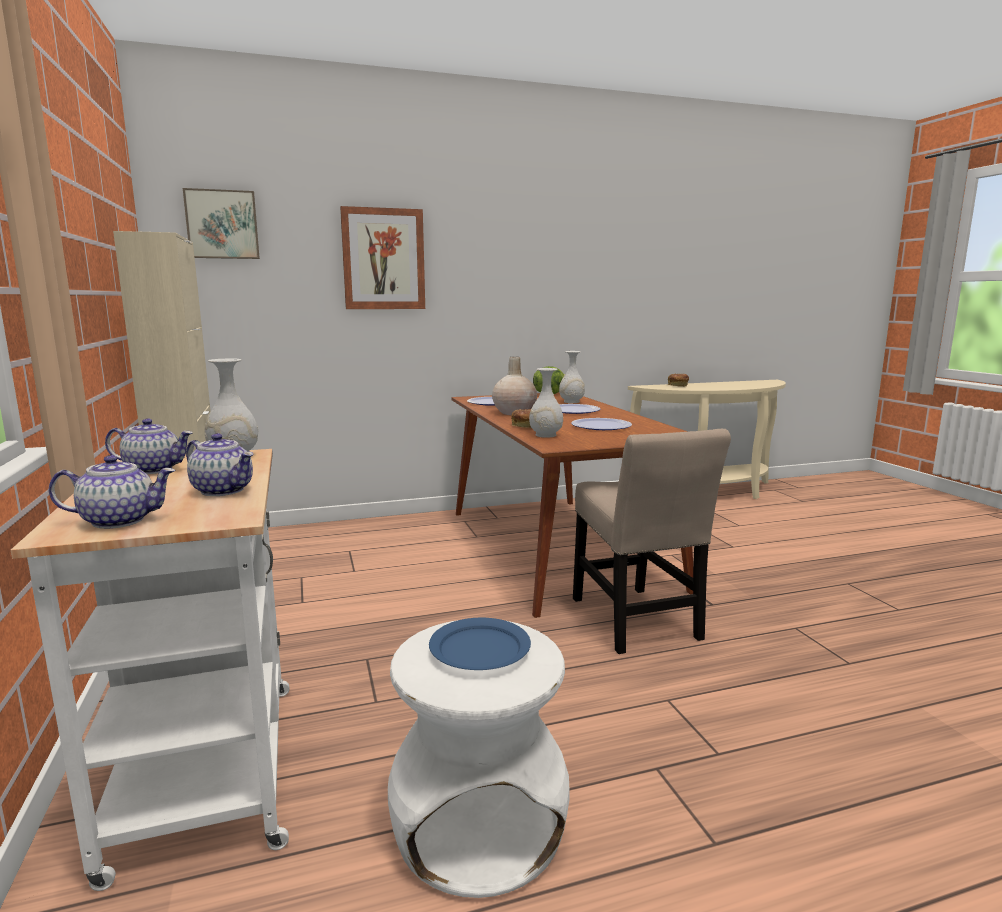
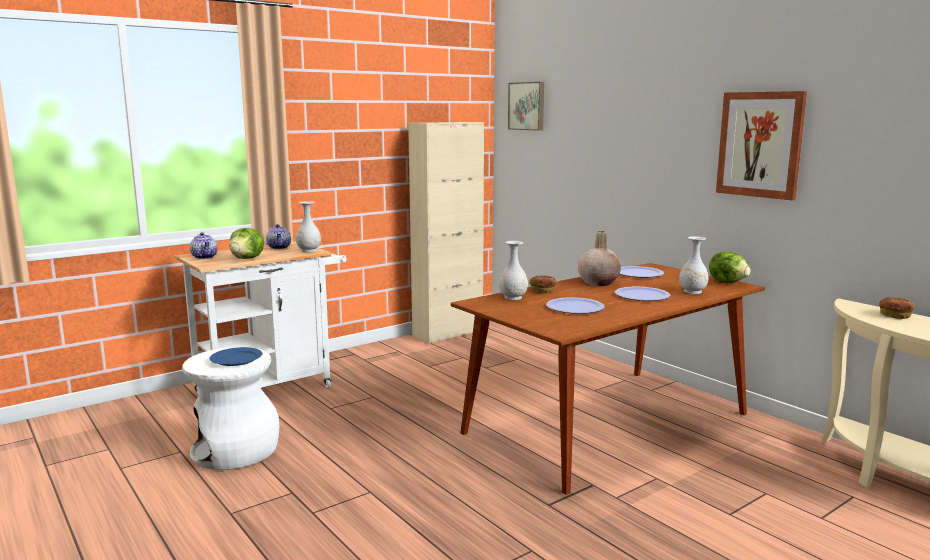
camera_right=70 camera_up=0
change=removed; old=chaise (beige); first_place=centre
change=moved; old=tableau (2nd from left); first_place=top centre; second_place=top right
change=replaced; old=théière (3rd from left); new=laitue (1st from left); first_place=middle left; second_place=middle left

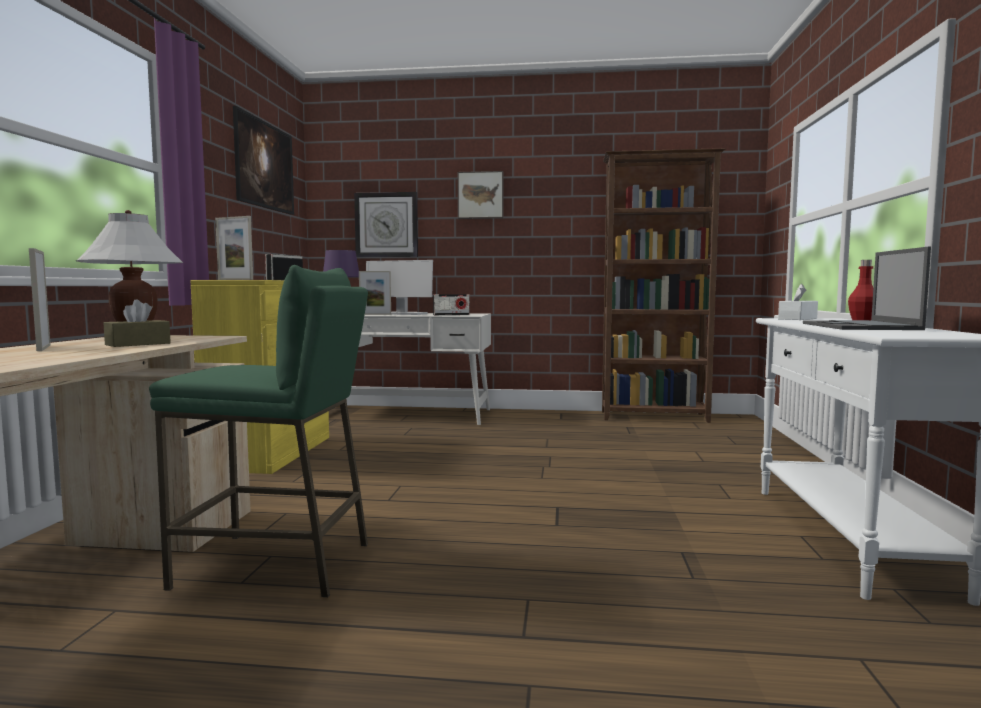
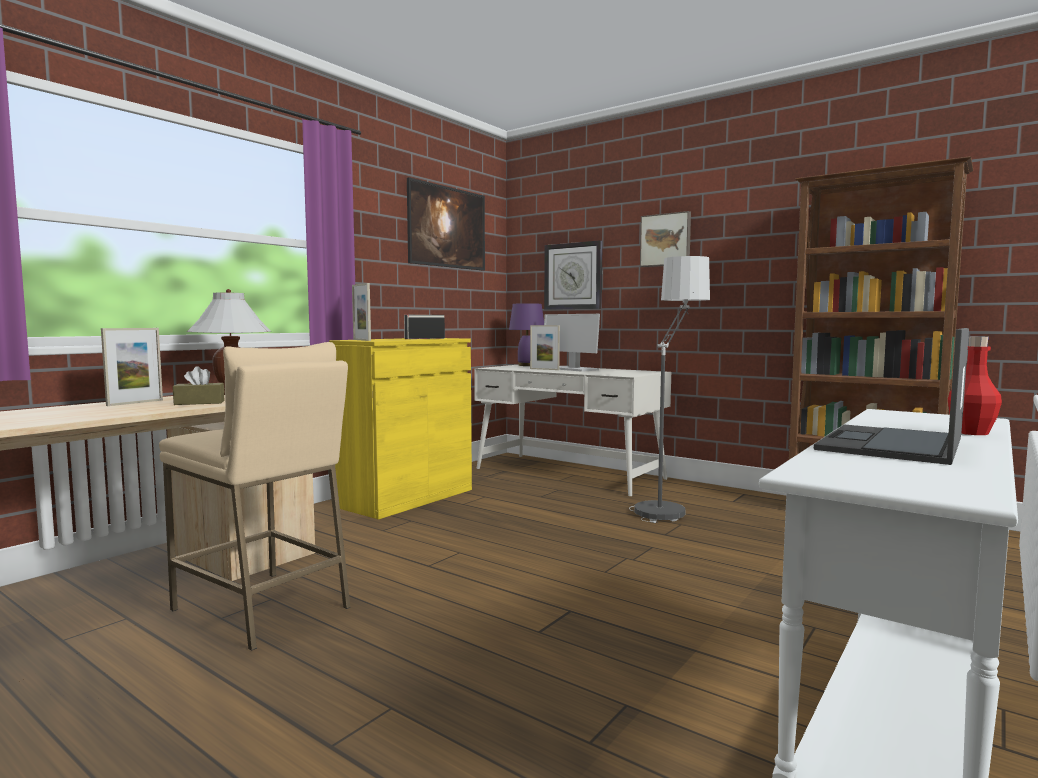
camera_right=30 camera_up=0
change=removed; old=radio (2nd from left); first_place=centre
change=removed; old=boîte à mouchoirs (blanc); first_place=middle right
change=added; new=lampadaire; second_place=centre
change=recoloured; old=tabouret (vert); new=tabouret (beige); first_place=middle left; second_place=middle left
change=turned; old=cadre photo (1st from left); first_place=middle left; second_place=middle left; degrees=-150

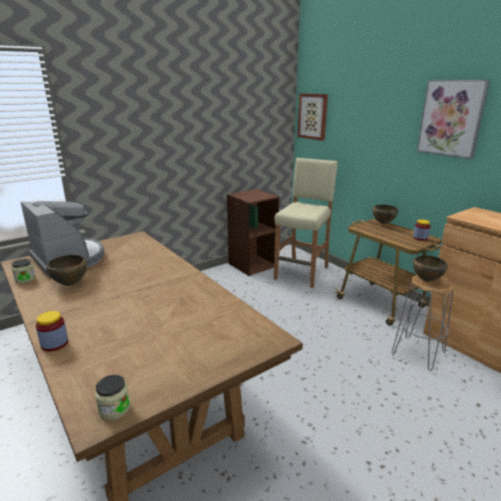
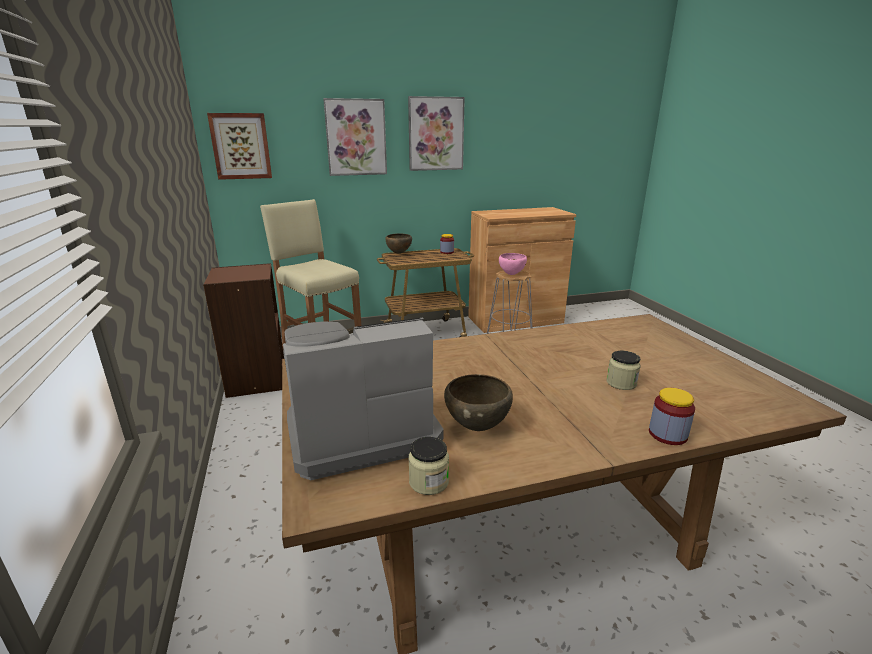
camera_right=-70 camera_up=0
change=added; new=tableau (2nd from left); second_place=top centre
change=moved; old=bocal (3rd from left); first_place=bottom left; second_place=middle right
change=recoloured; old=bol (marron) (3rd from left); new=bol (rose); first_place=middle right; second_place=centre

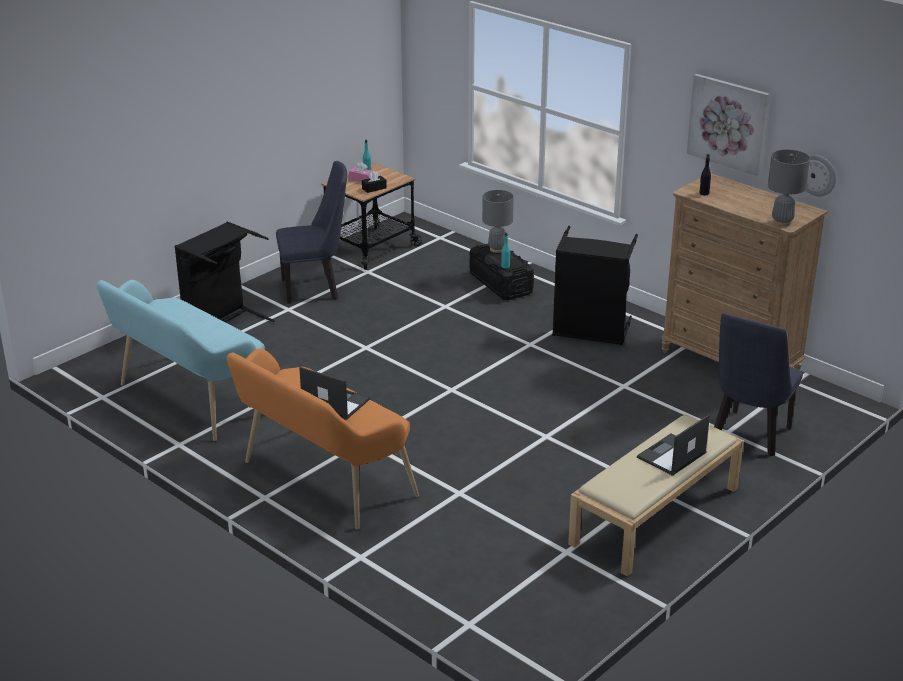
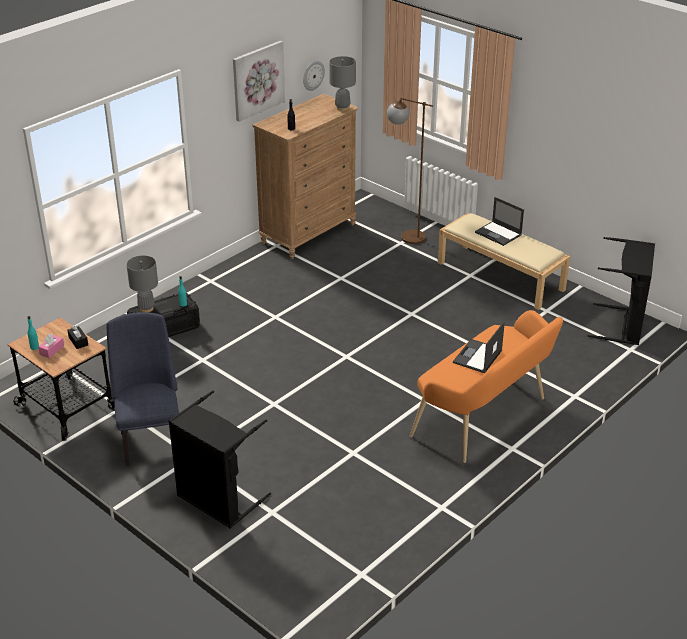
camera_right=-90 camera_up=5
change=removed; old=banc (turquoise); first_place=middle left
change=moved; old=panier à linge (noir) (2nd from left); first_place=centre; second_place=middle right
change=replaced; old=chaise (bleu) (2nd from left); new=lampadaire (marron); first_place=middle right; second_place=top centre

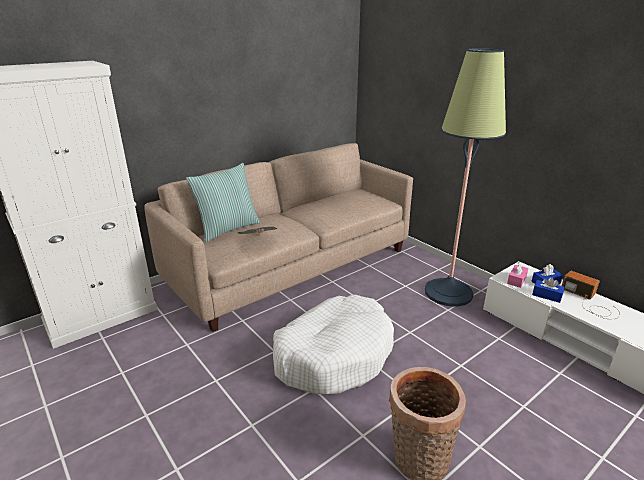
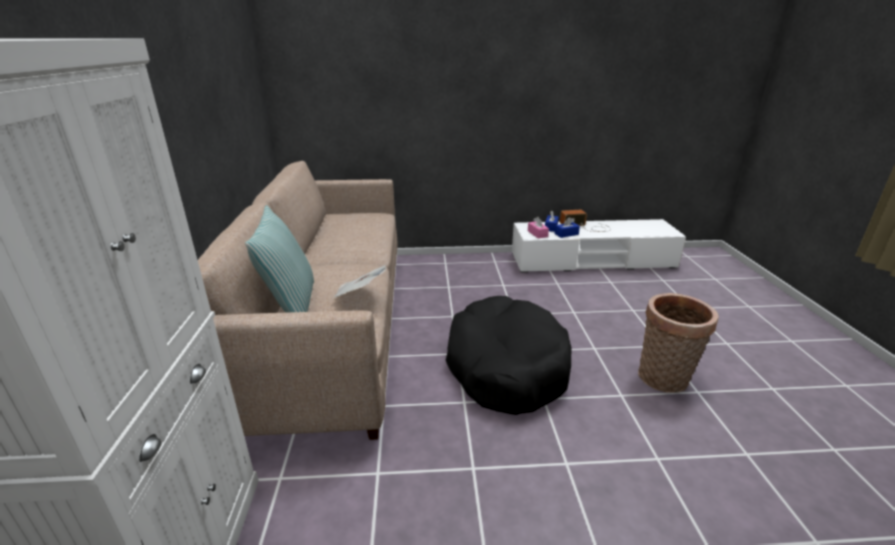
camera_right=-55 camera_up=0
change=removed; old=lampadaire; first_place=middle right
change=recoloured; old=panier pour chien (blanc); new=panier pour chien (noir); first_place=bottom centre; second_place=centre

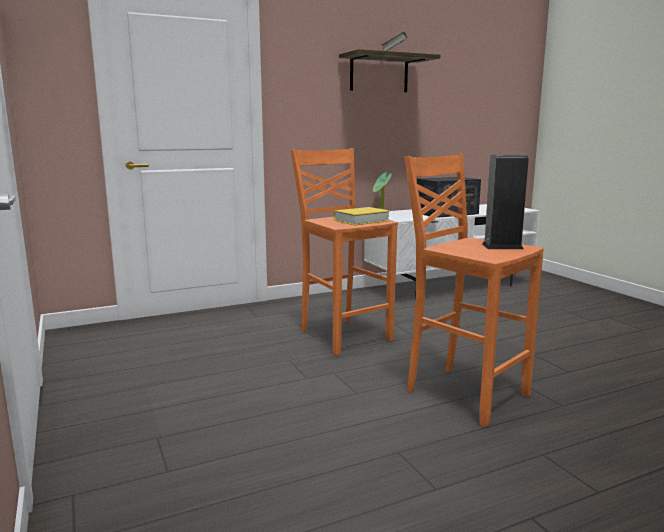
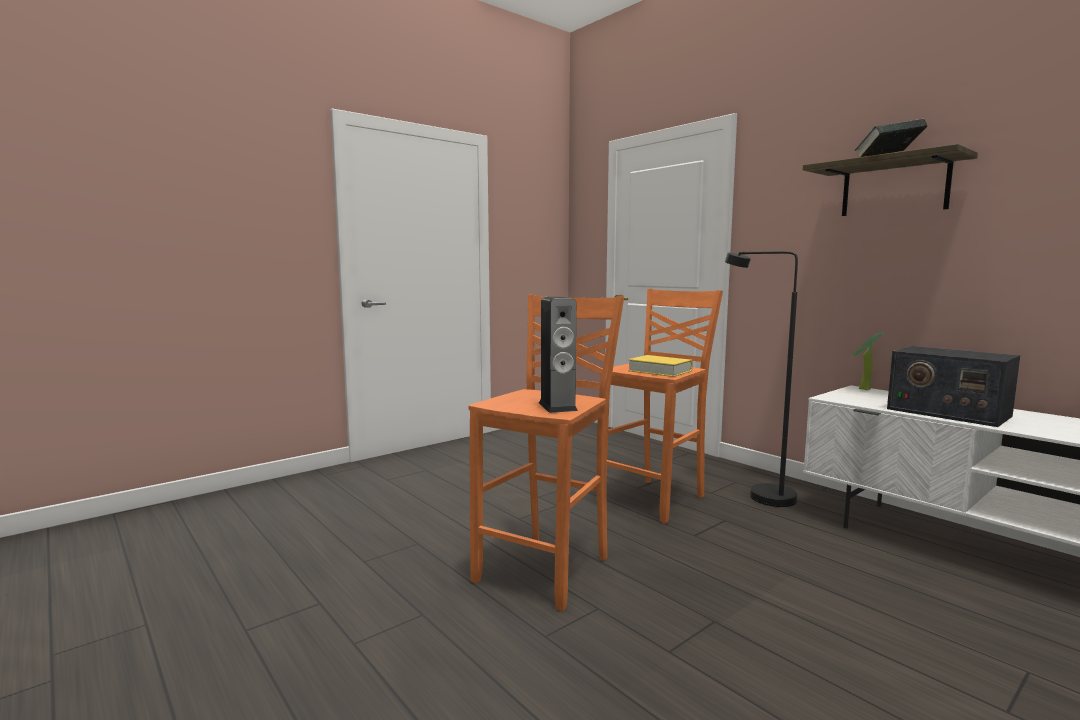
camera_right=75 camera_up=-5
change=added; new=lampadaire (noir); second_place=middle right

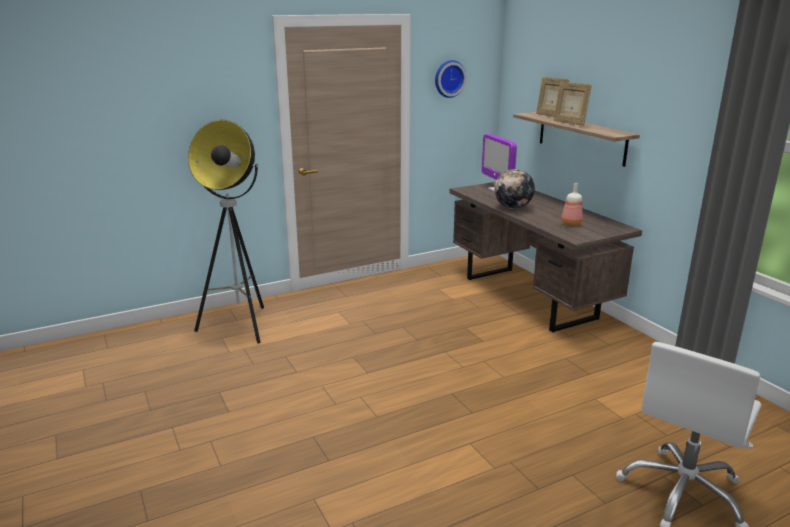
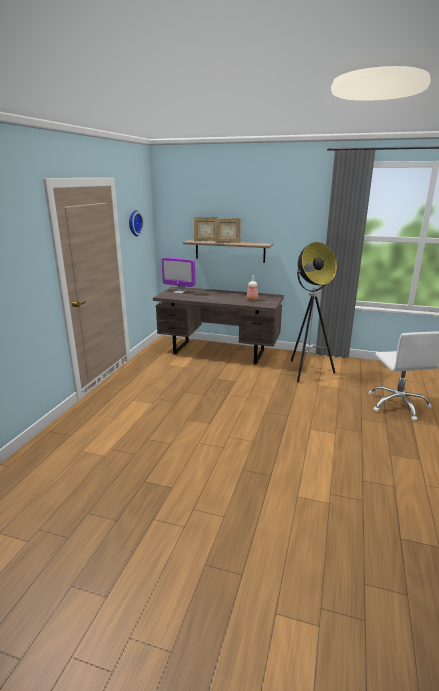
camera_right=-45 camera_up=0
change=removed; old=globe; first_place=centre
change=moved; old=lampadaire; first_place=middle left; second_place=middle right

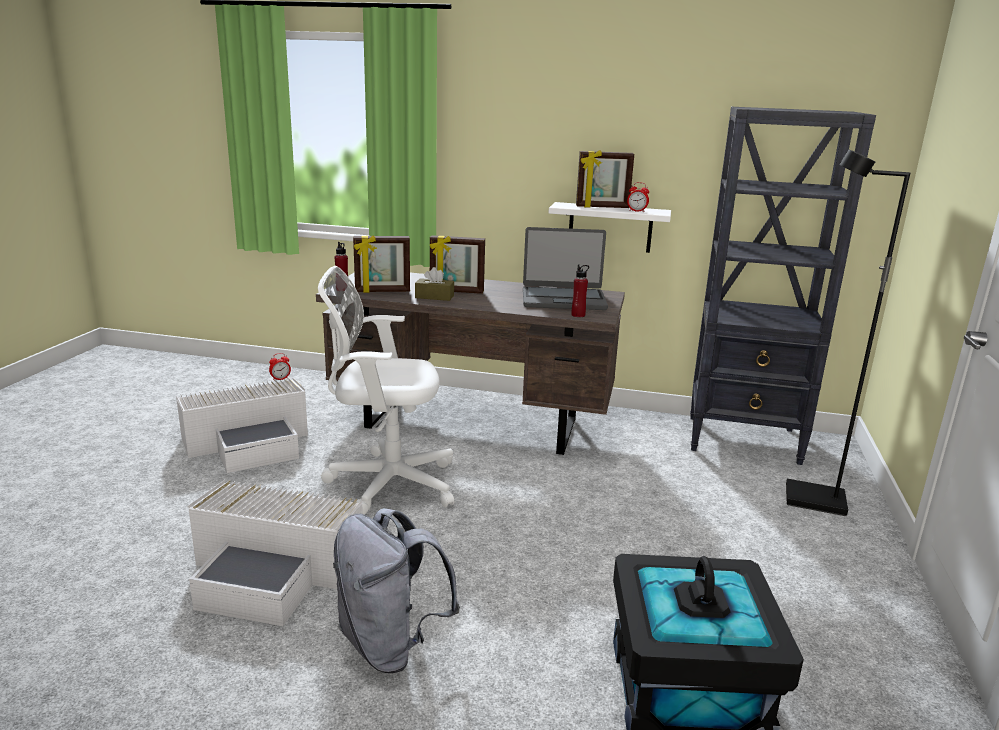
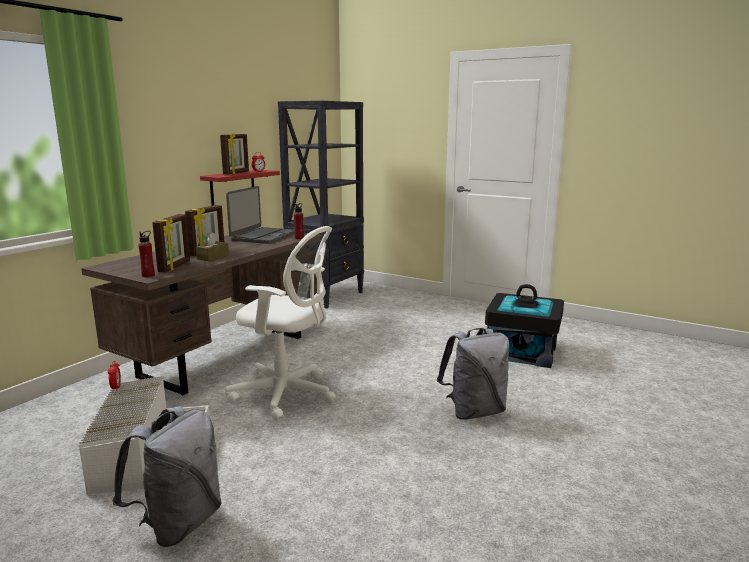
camera_right=-70 camera_up=-5
change=removed; old=boîte de rangement (blanc) (2nd from left); first_place=bottom left
change=removed; old=lampadaire (noir); first_place=middle right
change=added; new=sac à dos (gris) (1st from left); second_place=bottom left
change=recoloured; old=étagère (blanc); new=étagère (rouge); first_place=top centre; second_place=middle left
change=turned; old=chaise de bureau (blanc); first_place=centre; second_place=centre; degrees=-90

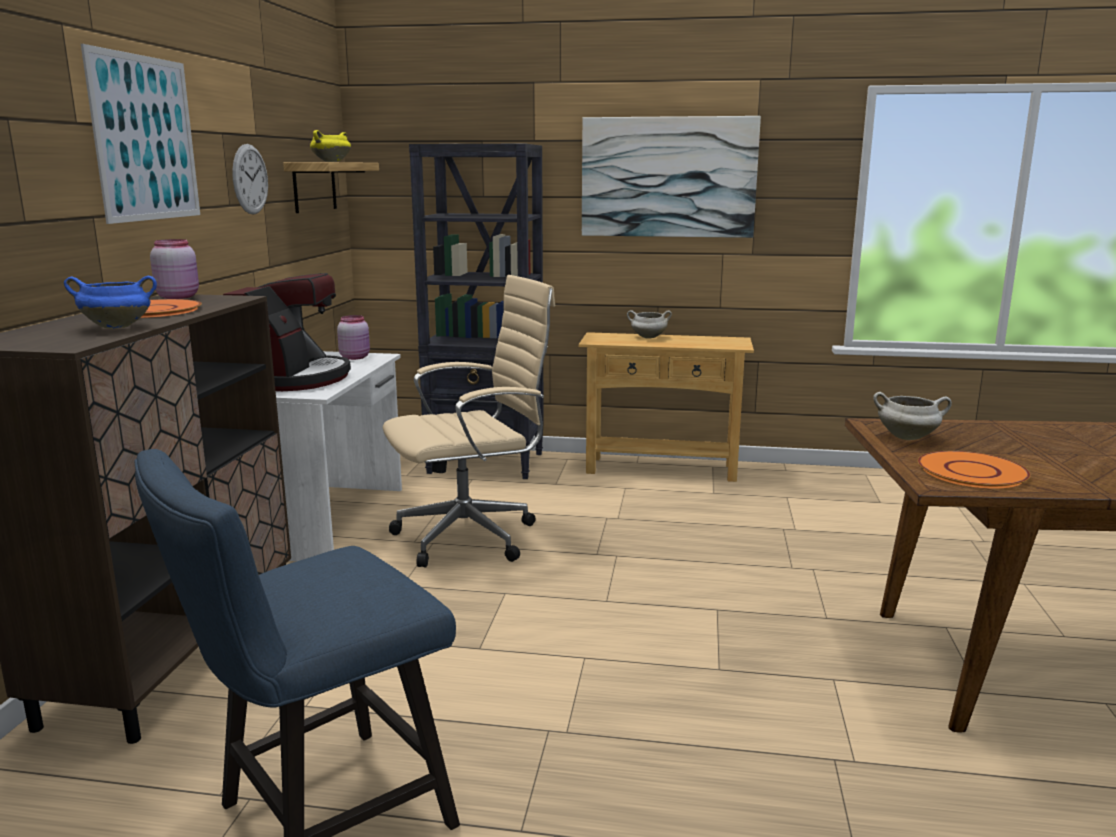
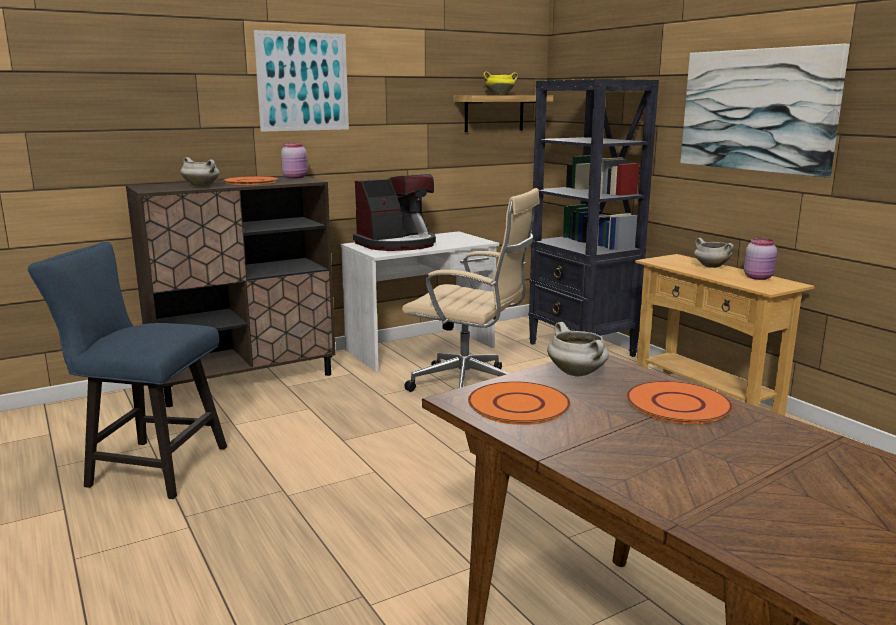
camera_right=50 camera_up=0
change=removed; old=horloge murale; first_place=top left
change=added; new=assiette (orange) (3rd from left); second_place=middle right
change=moved; old=bocal (rose) (2nd from left); first_place=middle left; second_place=middle right
change=recoloured; old=marmite (bleu); new=marmite (blanc) (1st from left); first_place=middle left; second_place=top left

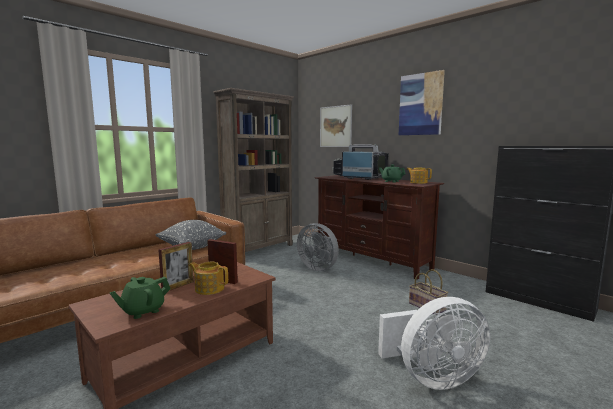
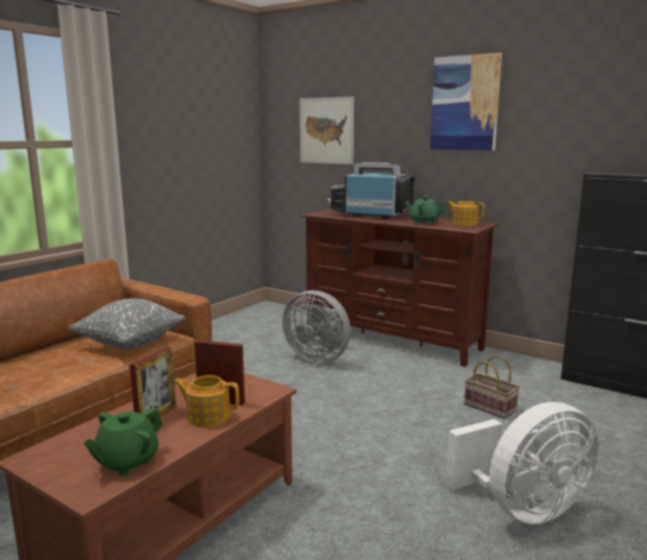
camera_right=-10 camera_up=5
change=removed; old=bibliothèque (marron); first_place=centre

